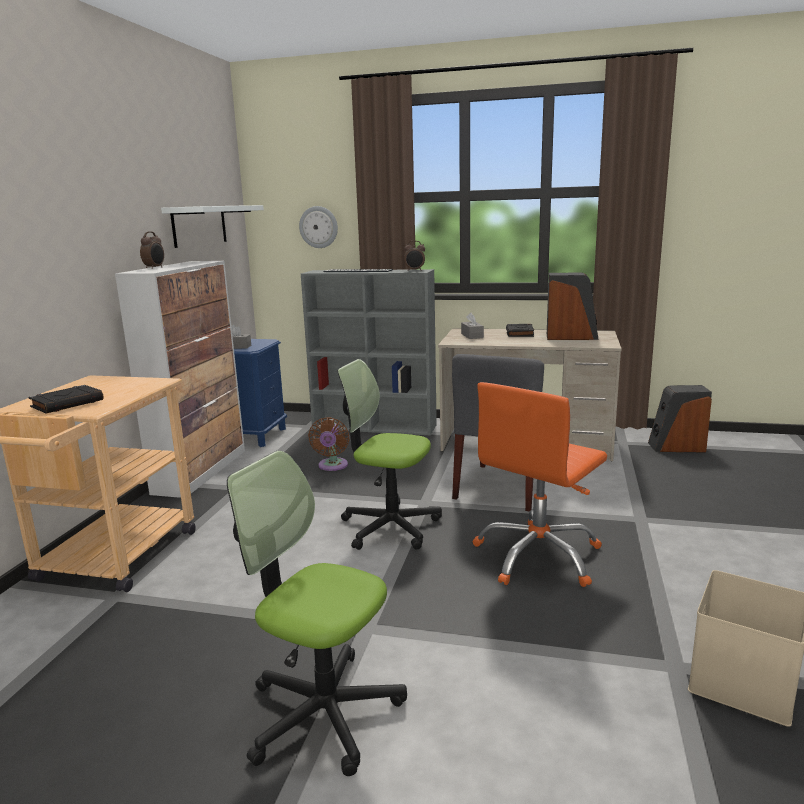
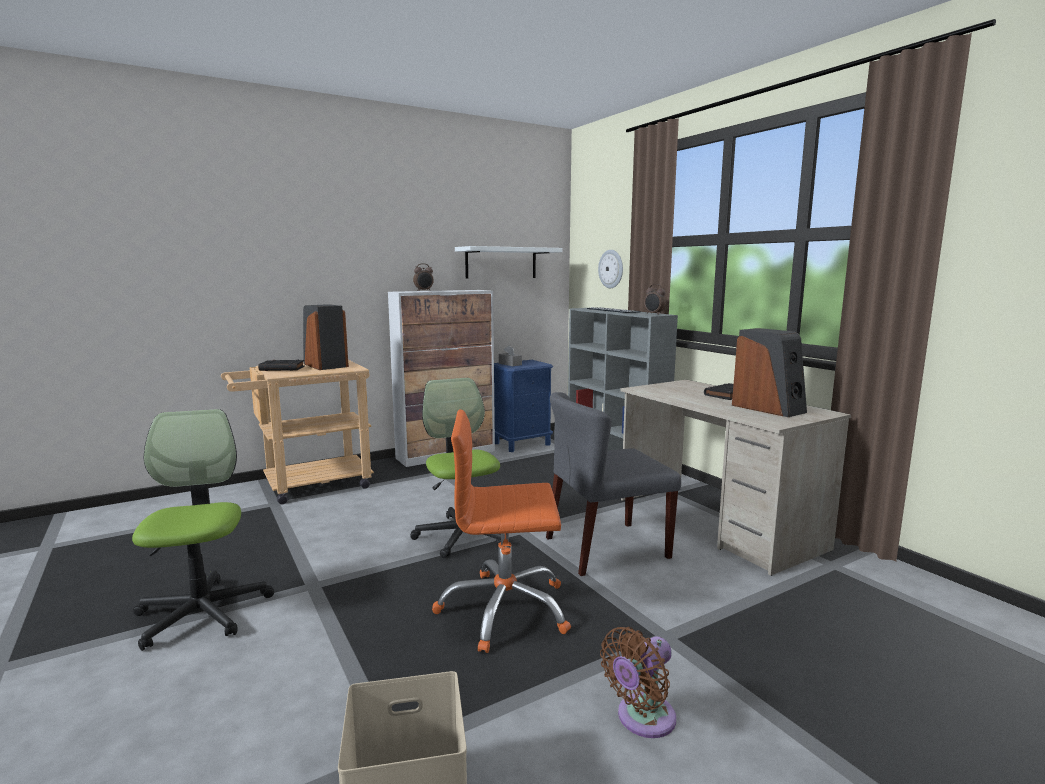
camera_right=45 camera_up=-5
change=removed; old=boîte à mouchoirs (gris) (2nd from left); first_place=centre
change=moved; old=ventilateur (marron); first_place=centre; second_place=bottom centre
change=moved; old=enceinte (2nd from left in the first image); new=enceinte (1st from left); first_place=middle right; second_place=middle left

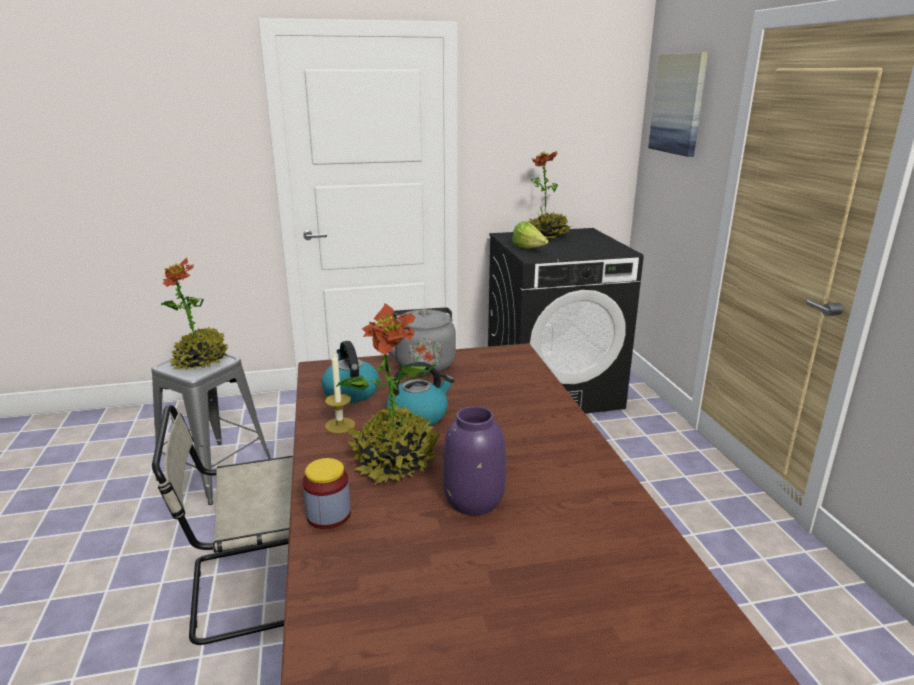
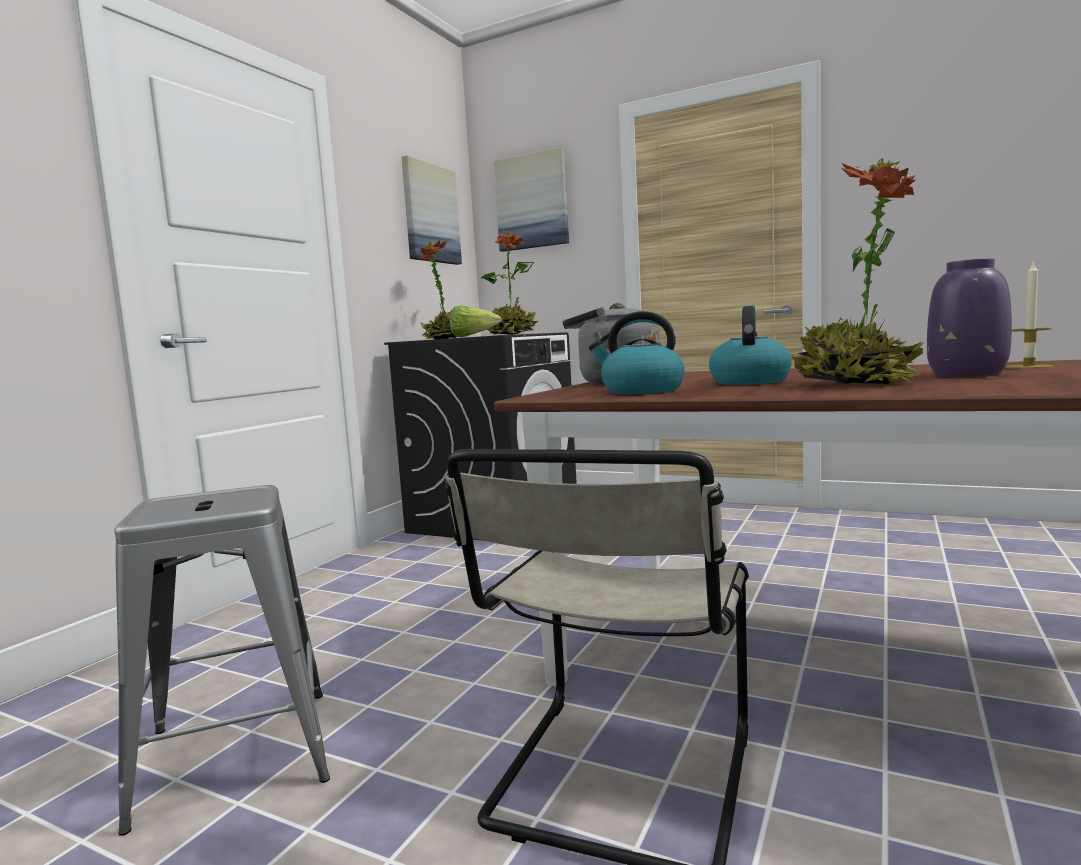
camera_right=-50 camera_up=-15
change=removed; old=bocal; first_place=bottom centre
change=added; new=tableau (1st from left); second_place=top centre
change=moved; old=plante en pot (1st from left in the first image); new=plante en pot (2nd from left); first_place=middle left; second_place=top centre
change=moved; old=bougie; first_place=centre; second_place=middle right

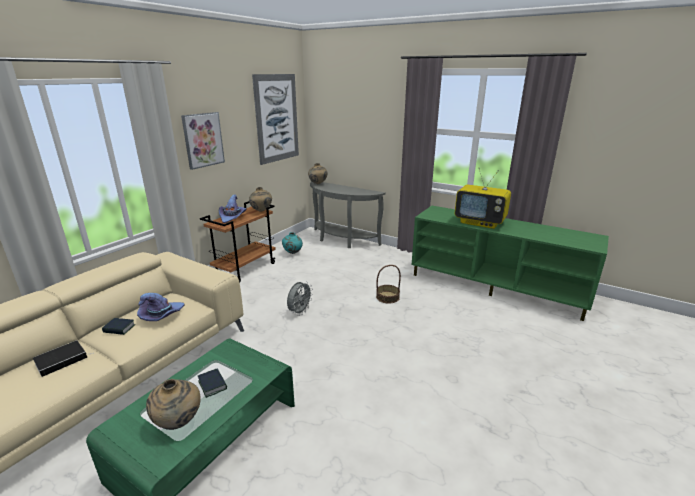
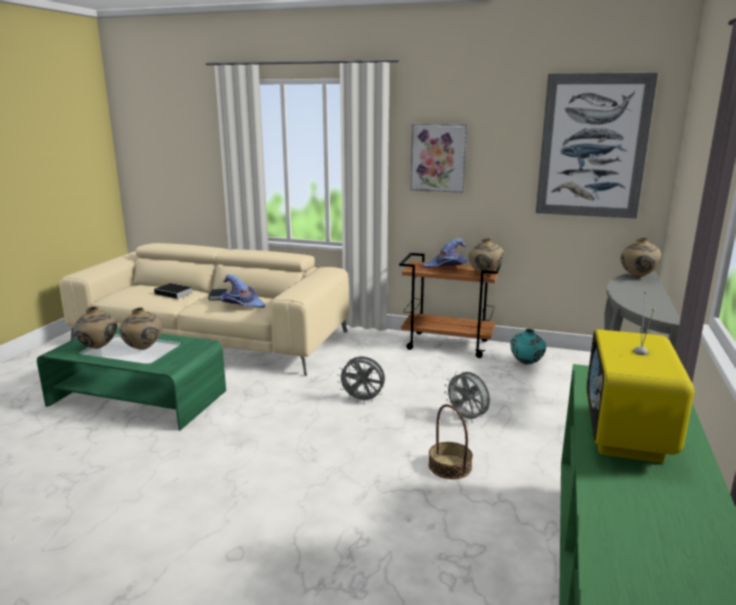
camera_right=75 camera_up=-5
change=added; new=ventilateur (gris) (2nd from left); second_place=centre
change=replaced; old=livre (3rd from left); new=vase (beige) (2nd from left); first_place=bottom left; second_place=middle left

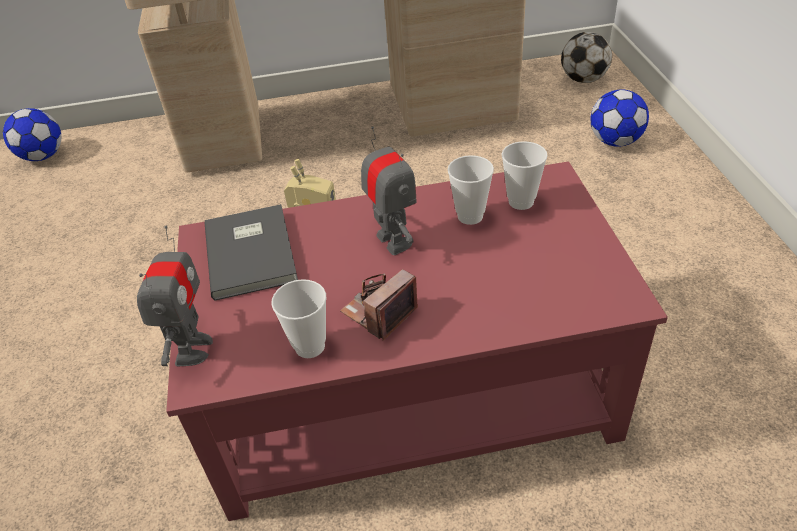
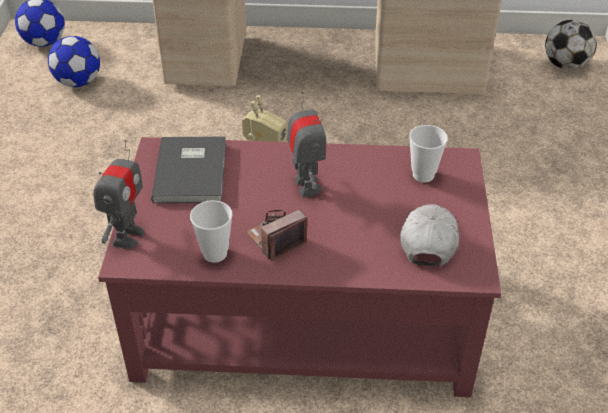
camera_right=10 camera_up=0
change=removed; old=tasse (2nd from left); first_place=centre
change=added; new=casquette (blanc); second_place=middle right
change=moved; old=ballon de foot (3rd from left in the first image); new=ballon de foot (2nd from left); first_place=top right; second_place=top left

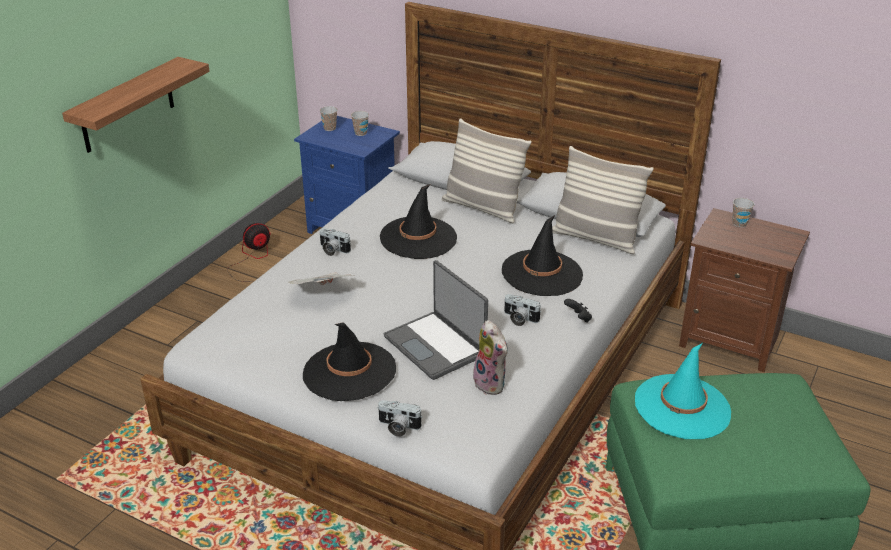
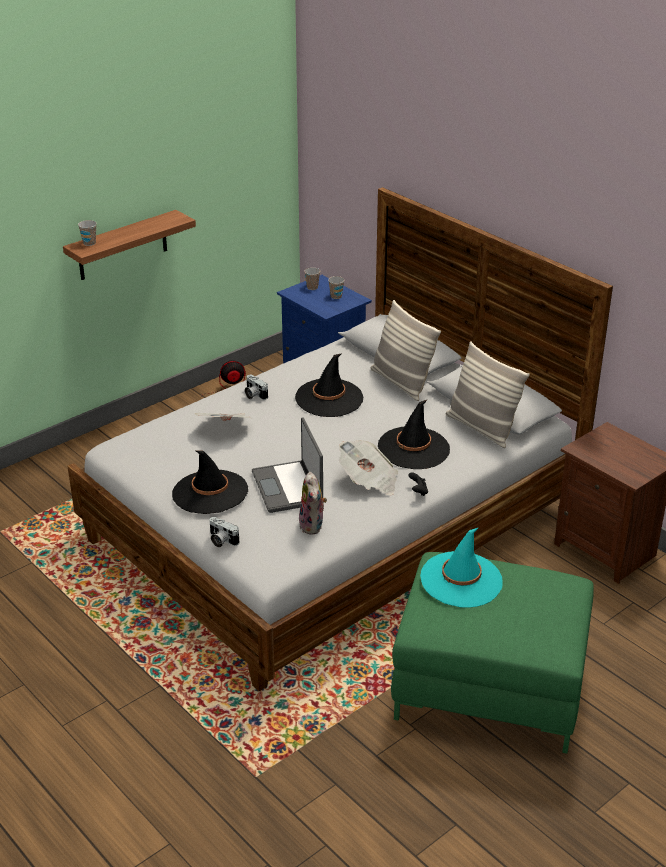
camera_right=20 camera_up=0
change=moved; old=tasse (3rd from left in the first image); new=tasse (1st from left); first_place=middle right; second_place=top left
change=replaced; old=appareil photo (3rd from left); new=journal (2nd from left); first_place=centre; second_place=centre

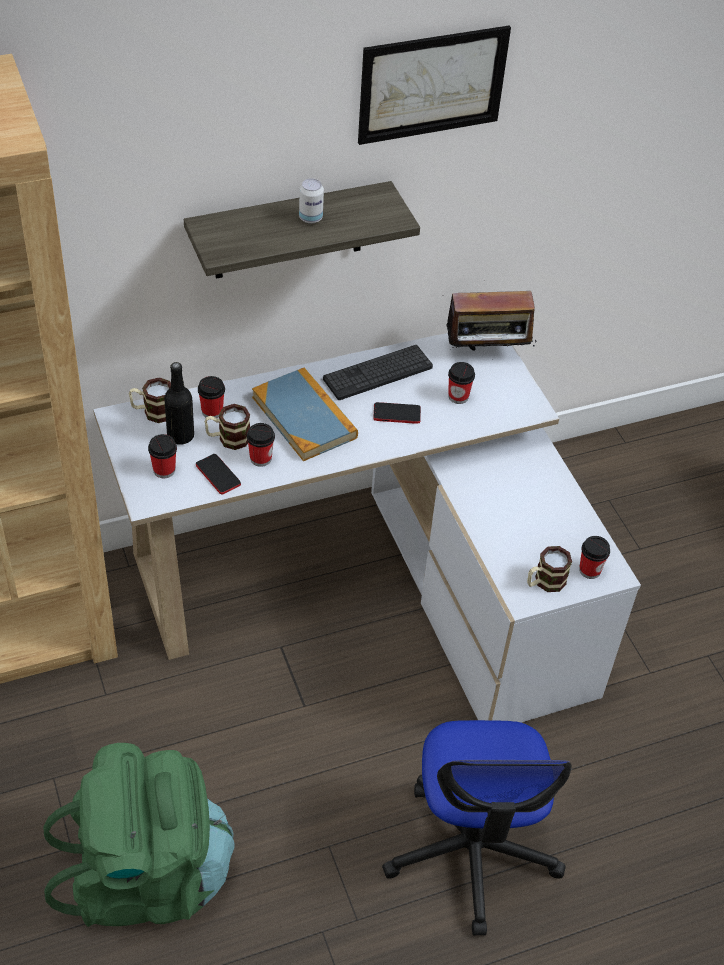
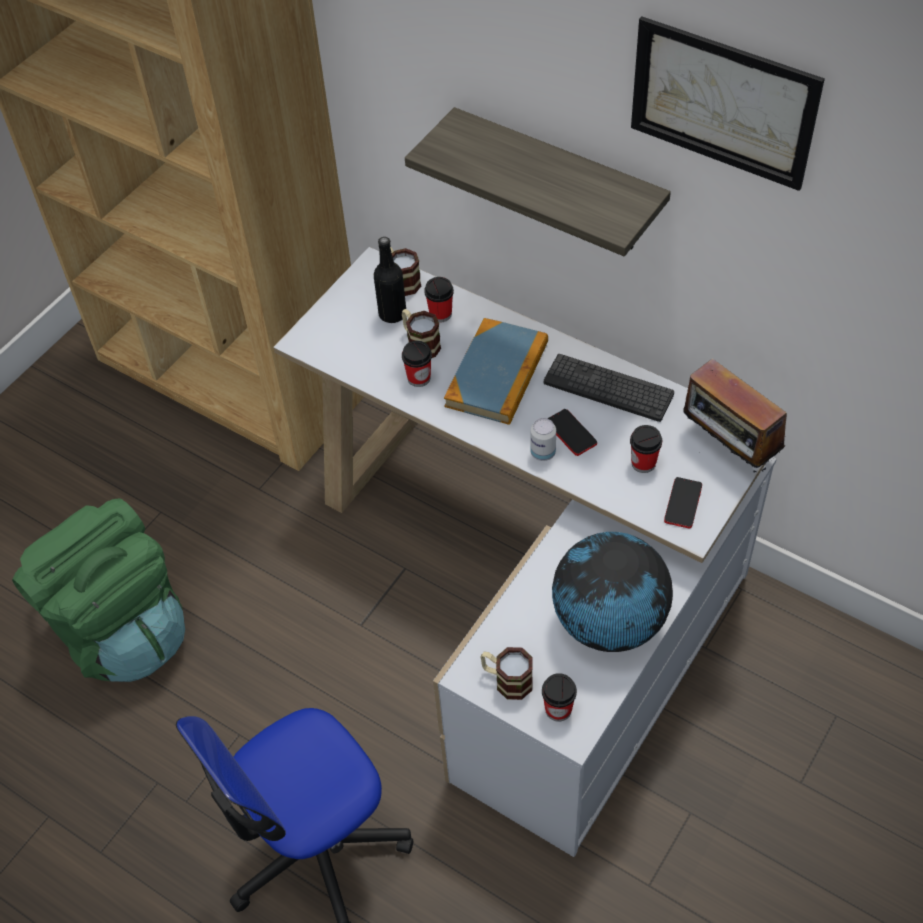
camera_right=60 camera_up=5
change=removed; old=tasse (1st from left); first_place=middle left
change=added; new=globe; second_place=centre
change=moved; old=téléphone (1st from left in the first image); new=téléphone (2nd from left); first_place=middle left; second_place=middle right
change=moved; old=boîte métallique; first_place=top centre; second_place=centre

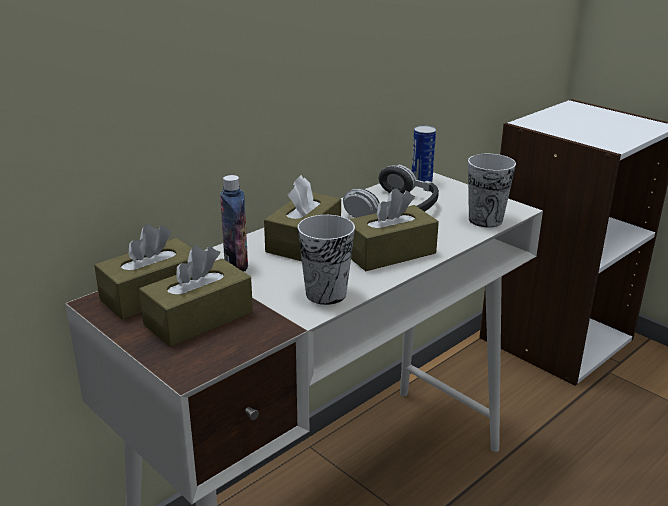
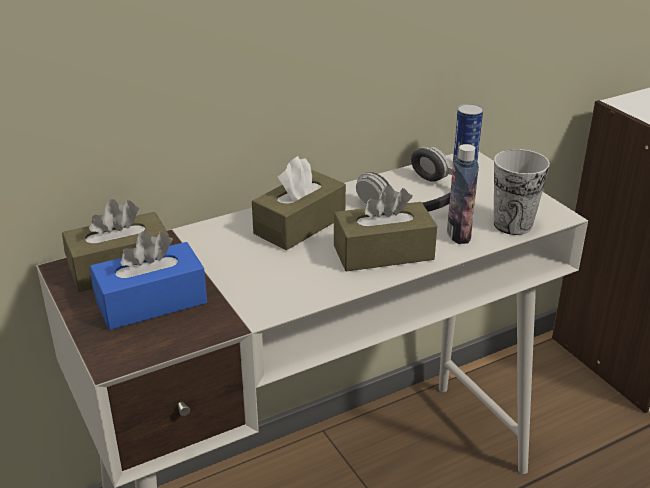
camera_right=15 camera_up=5
change=removed; old=tasse (1st from left); first_place=centre
change=moved; old=bouteille; first_place=centre; second_place=middle right
change=recoloured; old=boîte à mouchoirs (marron) (2nd from left); new=boîte à mouchoirs (bleu); first_place=middle left; second_place=middle left

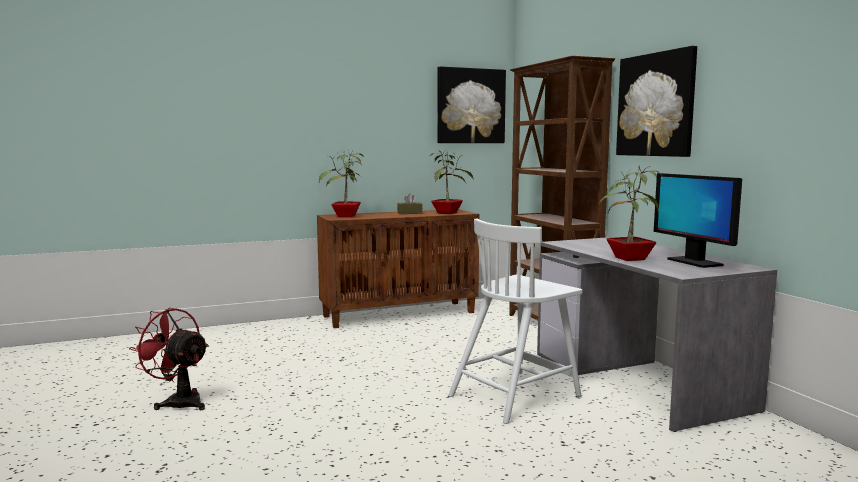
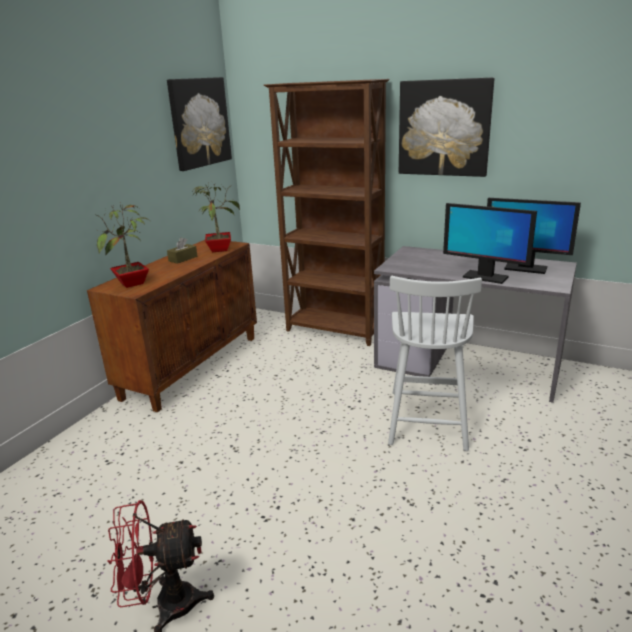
camera_right=-40 camera_up=15
change=replaced; old=plante en pot (3rd from left); new=écran d'ordinateur (1st from left); first_place=middle right; second_place=middle right

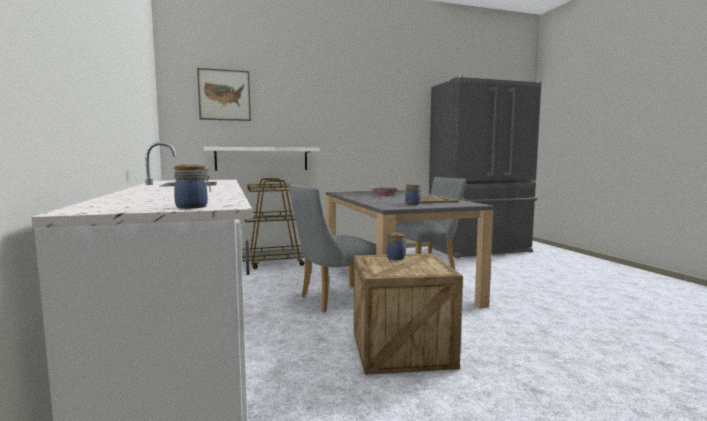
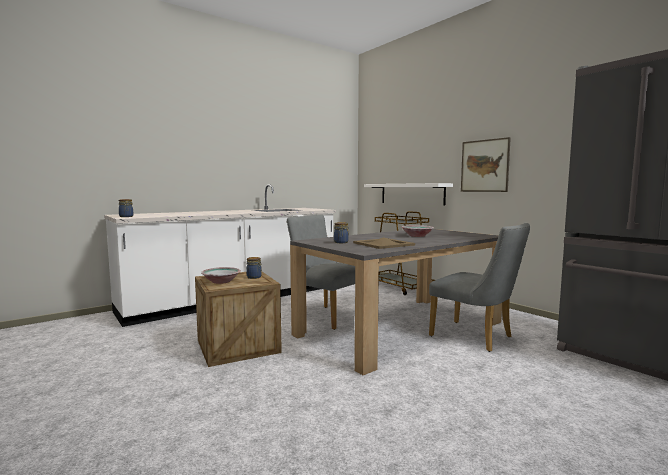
camera_right=70 camera_up=0
change=added; new=bol (1st from left); second_place=middle left
change=moved; old=tableau; first_place=top left; second_place=middle right

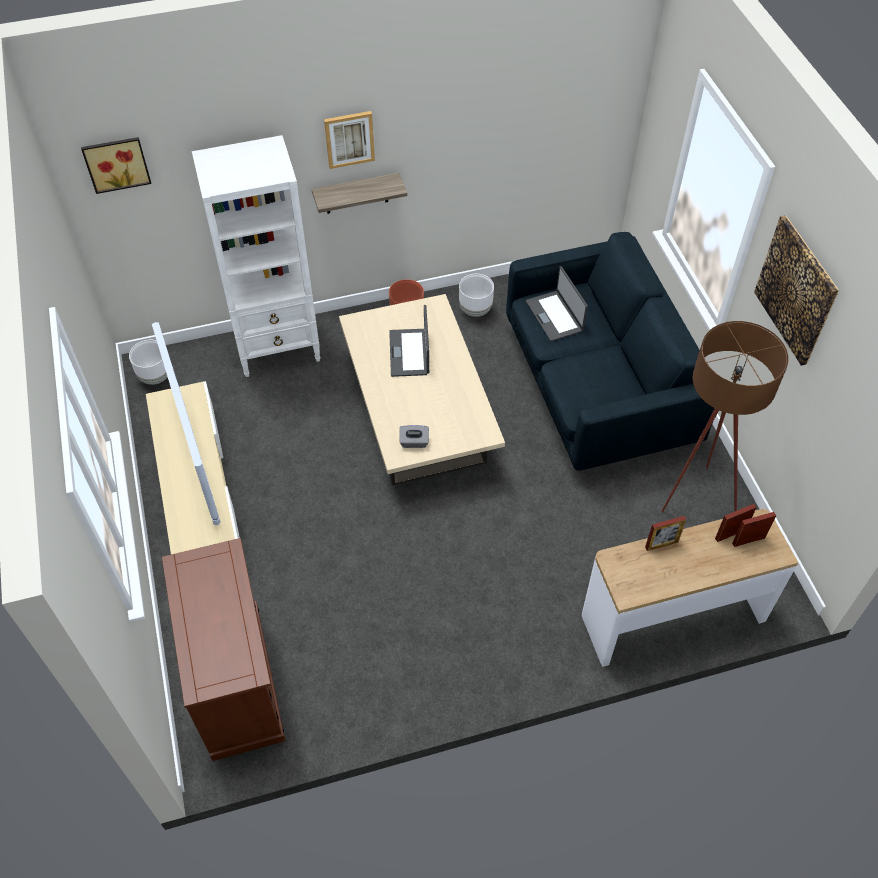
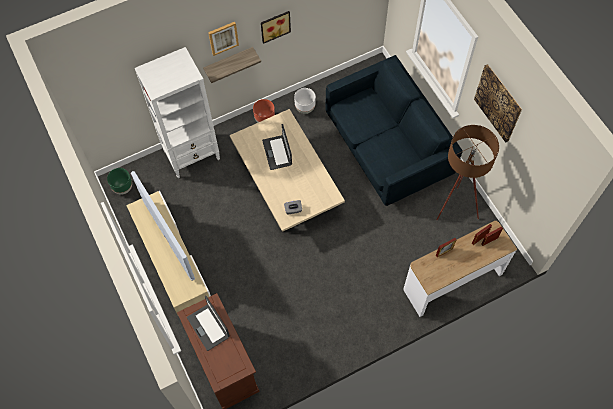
camera_right=-10 camera_up=10
change=moved; old=tableau (1st from left in the first image); new=tableau (2nd from left); first_place=top left; second_place=top centre
change=moved; old=ordinateur portable (2nd from left in the first image); new=ordinateur portable (1st from left); first_place=centre; second_place=bottom centre
change=recoloured; old=cache-pot (blanc) (1st from left); new=cache-pot (vert); first_place=middle left; second_place=middle left

